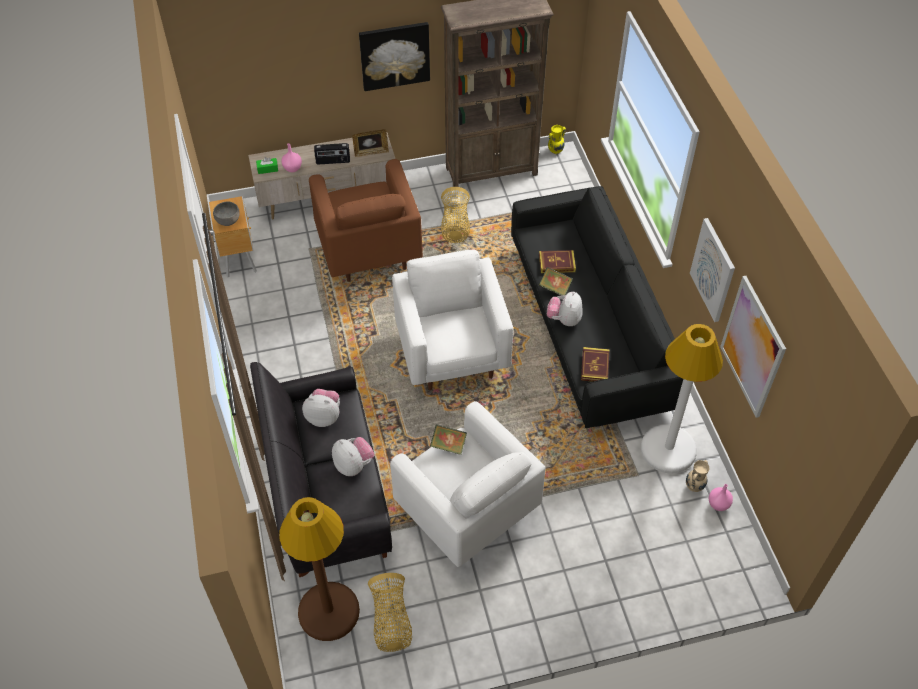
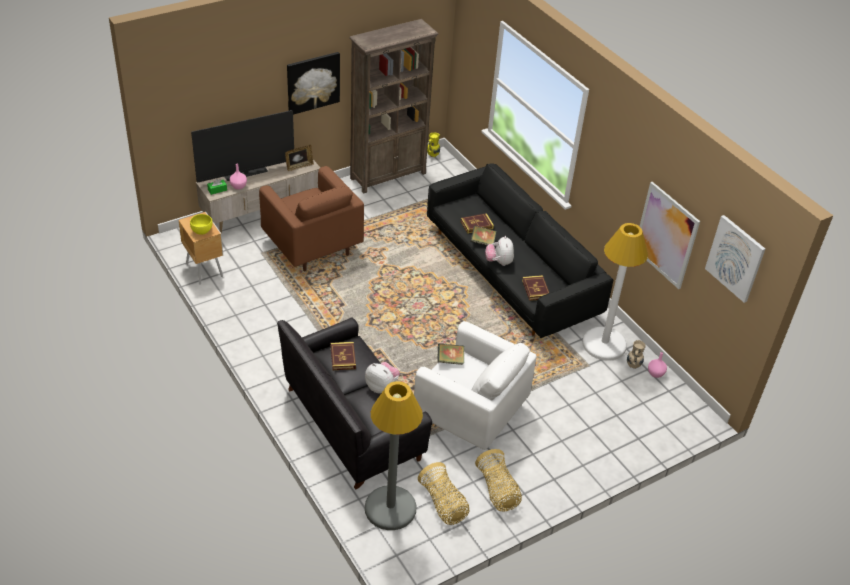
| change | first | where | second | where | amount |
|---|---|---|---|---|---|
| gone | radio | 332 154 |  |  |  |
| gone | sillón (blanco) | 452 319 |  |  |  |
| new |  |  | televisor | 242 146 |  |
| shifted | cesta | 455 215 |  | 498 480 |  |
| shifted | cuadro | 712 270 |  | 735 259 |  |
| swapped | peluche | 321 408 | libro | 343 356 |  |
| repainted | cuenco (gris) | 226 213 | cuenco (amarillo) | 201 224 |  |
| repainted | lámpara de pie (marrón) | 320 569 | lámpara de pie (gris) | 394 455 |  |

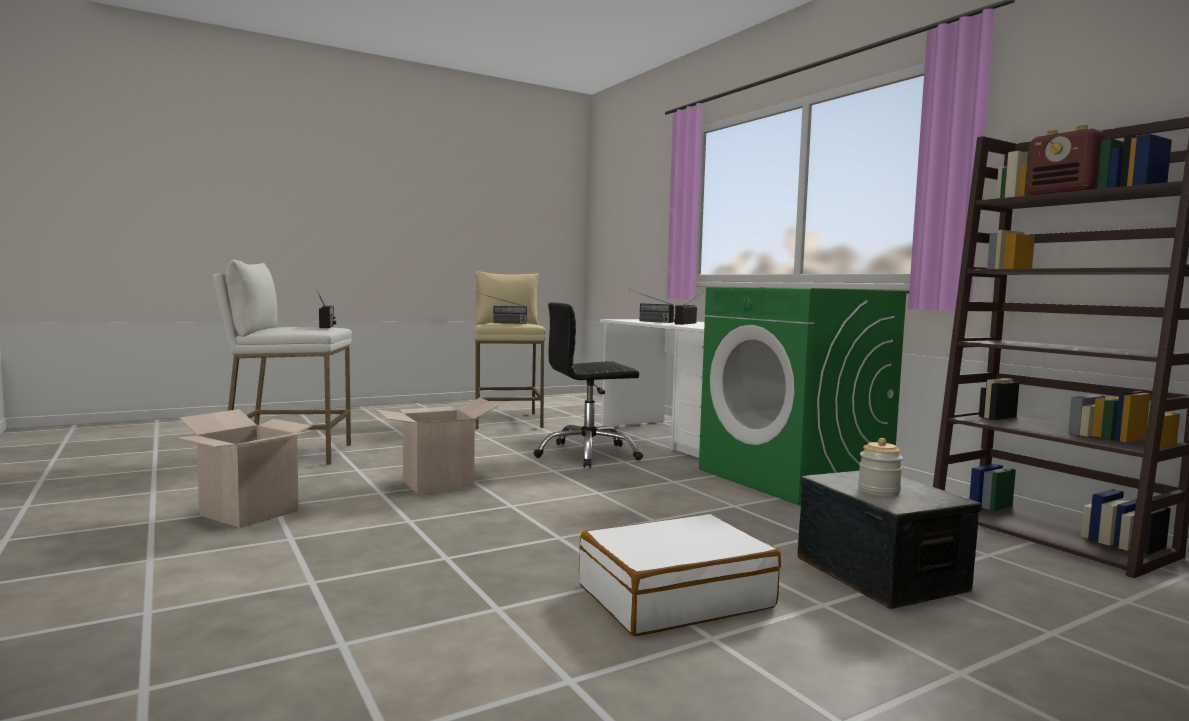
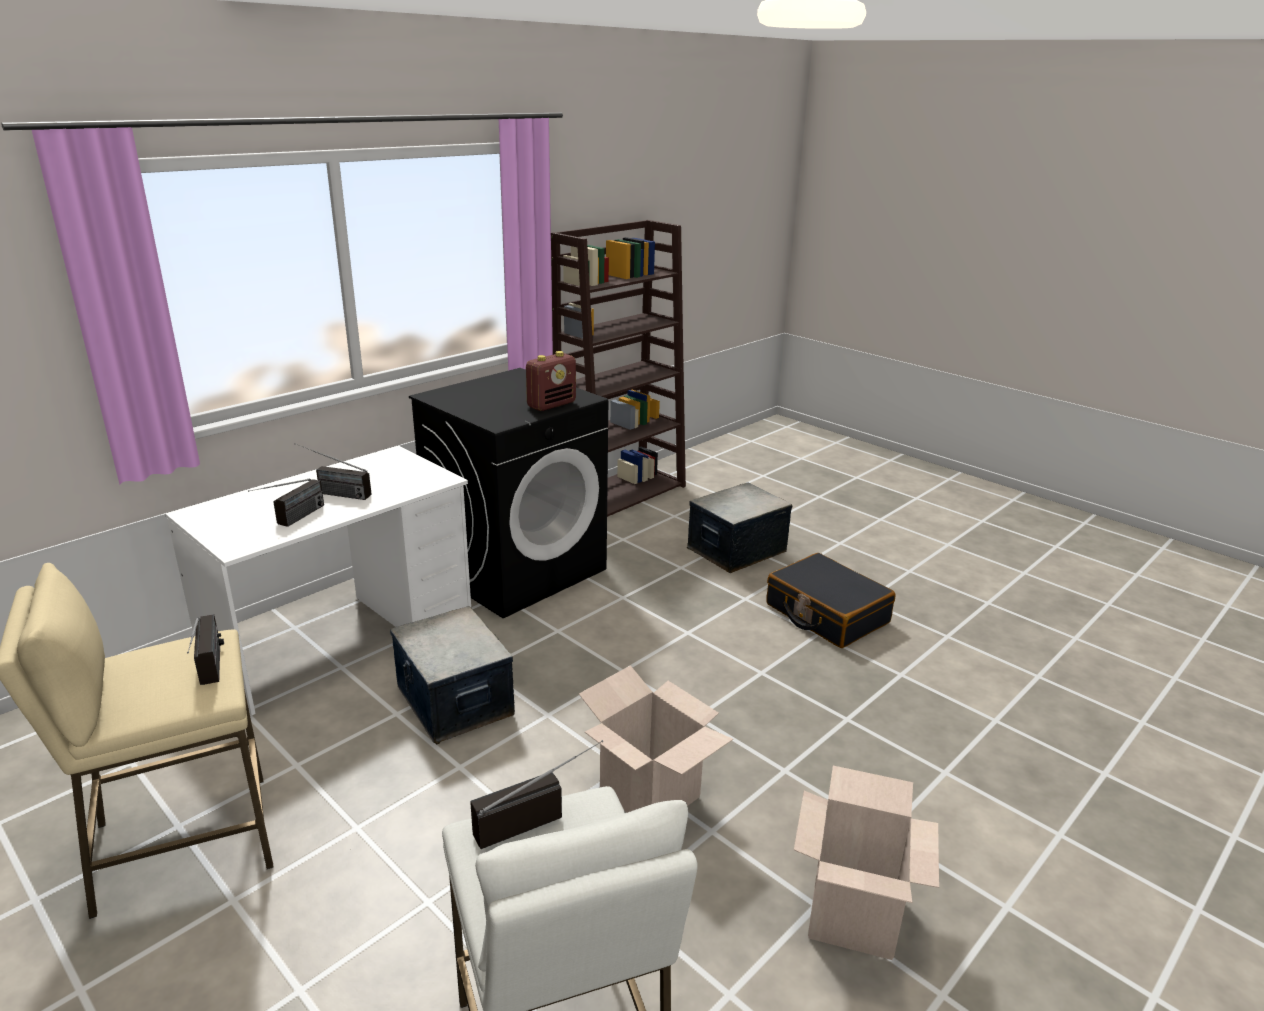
| change | first | where | second | where | amount |
|---|---|---|---|---|---|
| gone | tarro | 880 467 |  |  |  |
| shifted | radio | 1065 160 |  | 551 381 |  |
| swapped | silla de oficina (negro) | 588 385 | caja de almacenaje | 452 675 |  |
| repainted | maleta (blanco) | 680 575 | maleta (negro) | 830 600 |  |
| repainted | lavadora (verde) | 804 396 | lavadora (negro) | 508 493 |  |

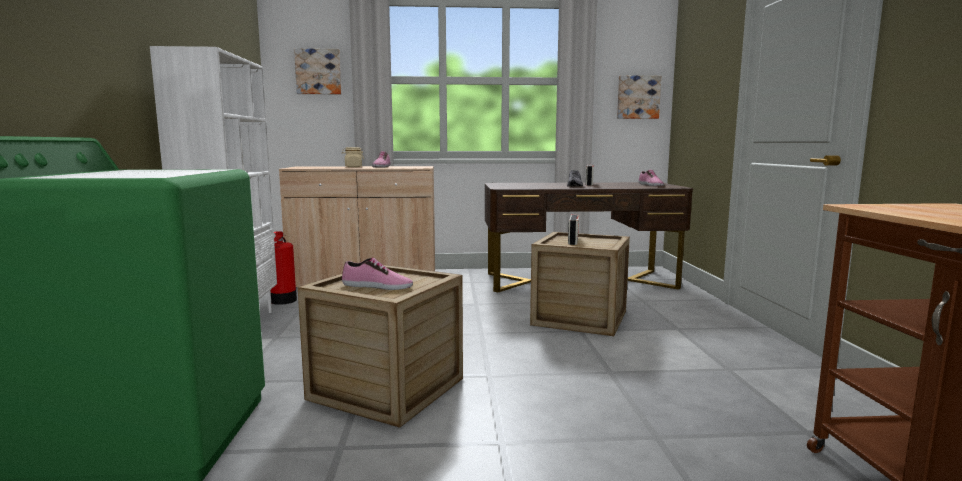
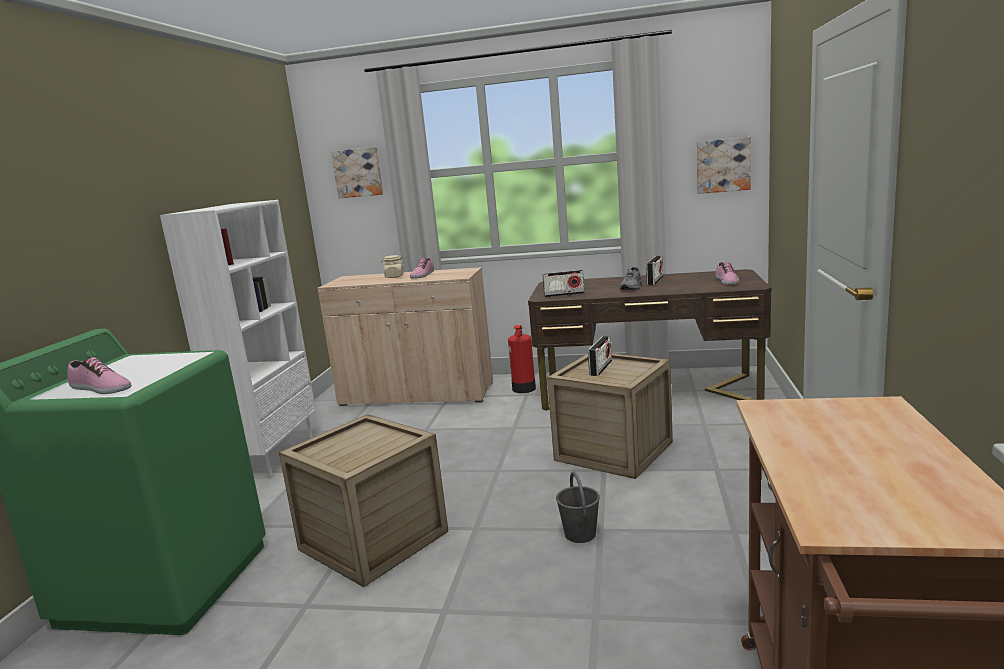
| change | first | where | second | where | amount |
|---|---|---|---|---|---|
| new |  |  | radio | 564 283 |  |
| new |  |  | cubo (gris) | 578 507 |  |
| shifted | extintor | 284 268 |  | 522 359 |  |
| shifted | zapato | 377 274 |  | 99 375 |  |

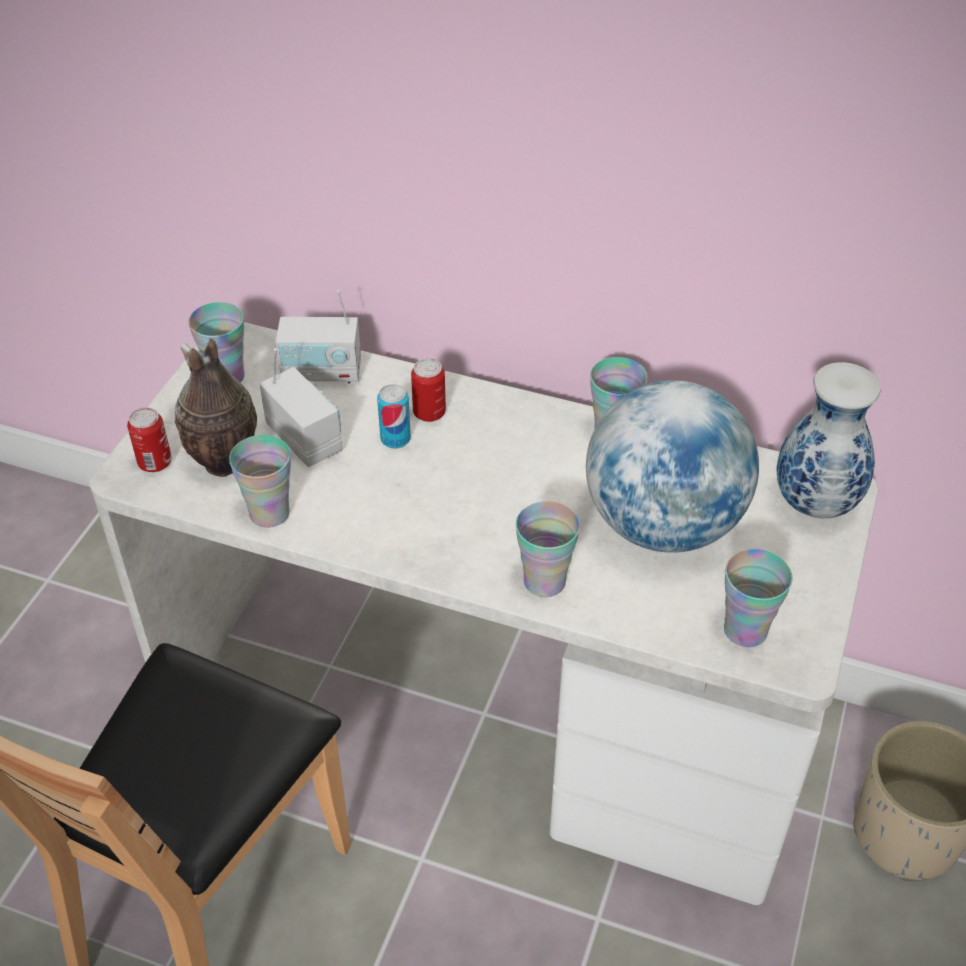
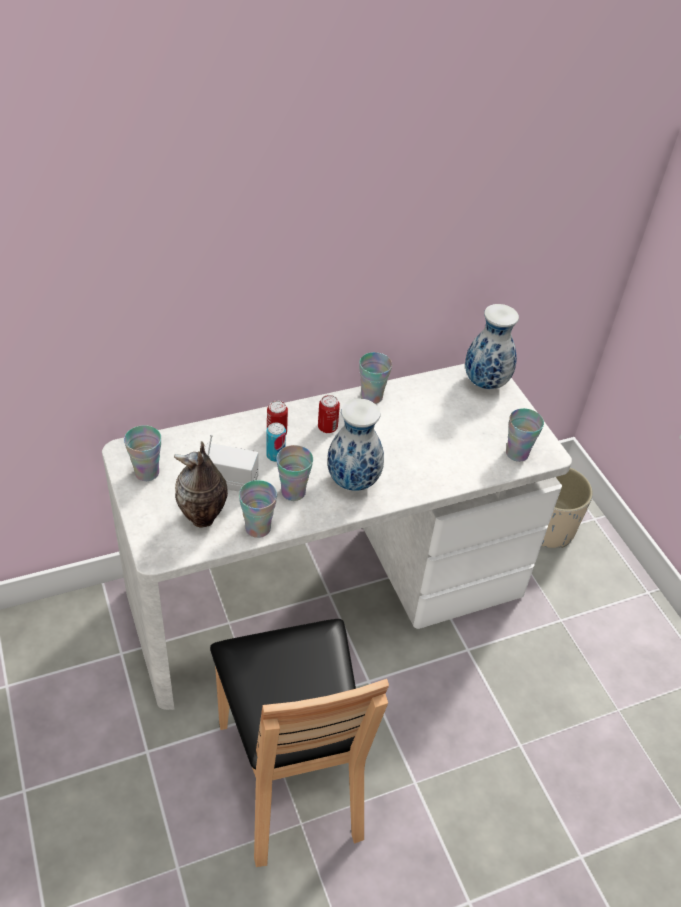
| change | first | where | second | where | amount |
|---|---|---|---|---|---|
| gone | radio | 318 336 |  |  |  |
| gone | globo terráqueo | 672 466 |  |  |  |
| new |  |  | florero | 355 445 |  |
| shifted | lata | 149 439 |  | 329 414 |  |
| shifted | taza | 548 549 |  | 294 473 |  |

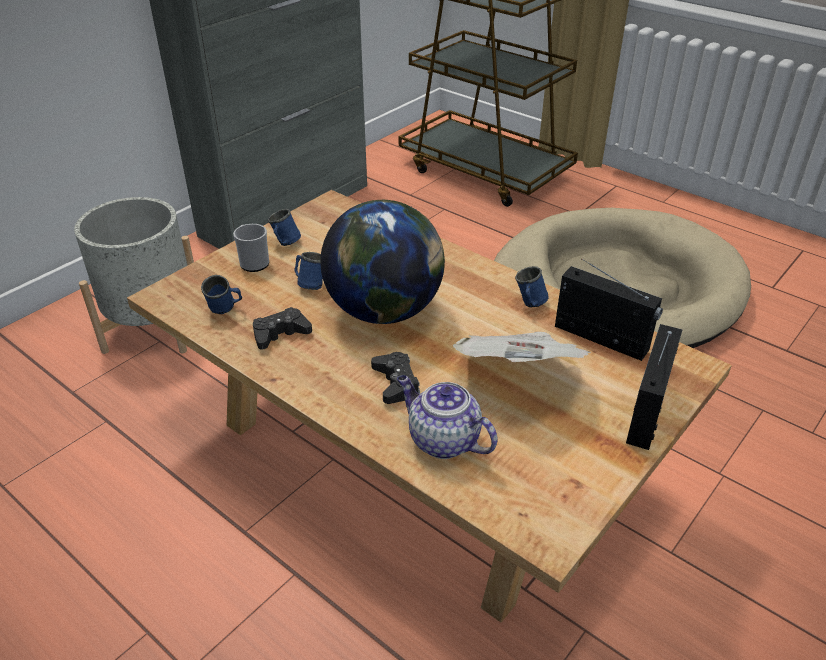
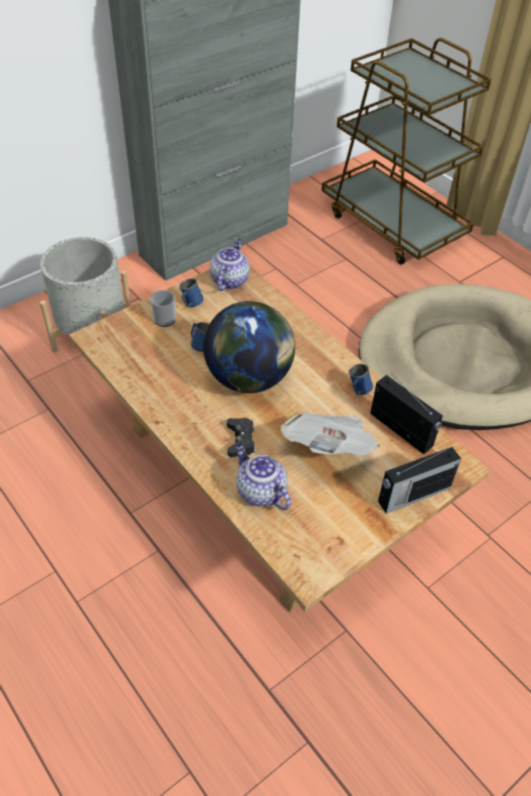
| change | first | where | second | where | amount |
|---|---|---|---|---|---|
| gone | taza grande (azul) | 221 294 |  |  |  |
| gone | mando de consola (negro) | 282 328 |  |  |  |
| new |  |  | tetera | 230 265 |  |
| rotated | radio | 654 387 |  | 419 480 | 150 degrees counterclockwise |

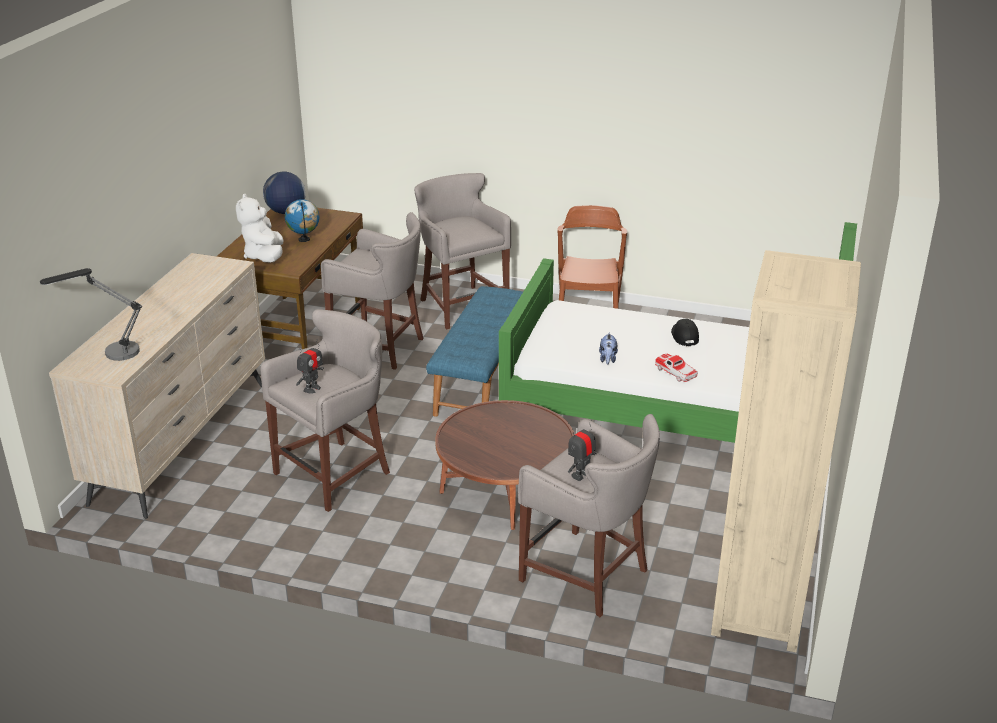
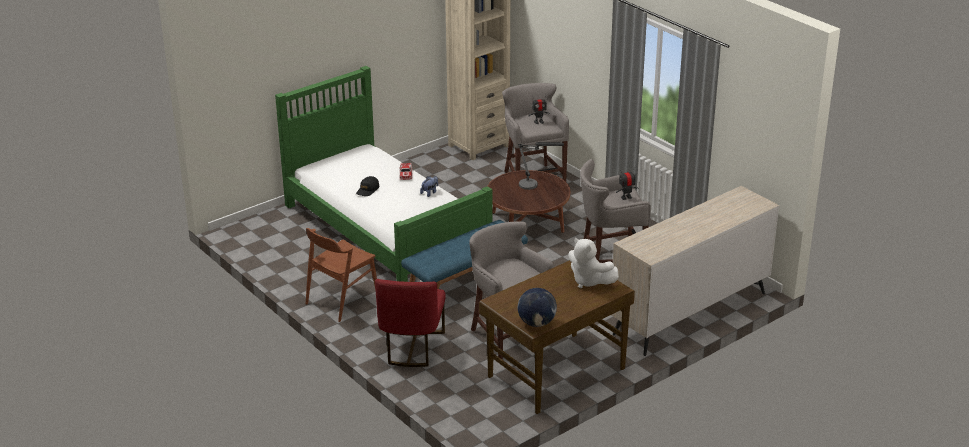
| change | first | where | second | where | amount |
|---|---|---|---|---|---|
| gone | globo terráqueo | 302 220 |  |  |  |
| shifted | lámpara de mesa | 91 314 |  | 541 166 |  |
| swapped | taburete (gris) | 462 251 | silla (rojo) | 410 323 |  |
| rotated | peluche (blanco) | 260 228 |  | 593 263 | 105 degrees clockwise |

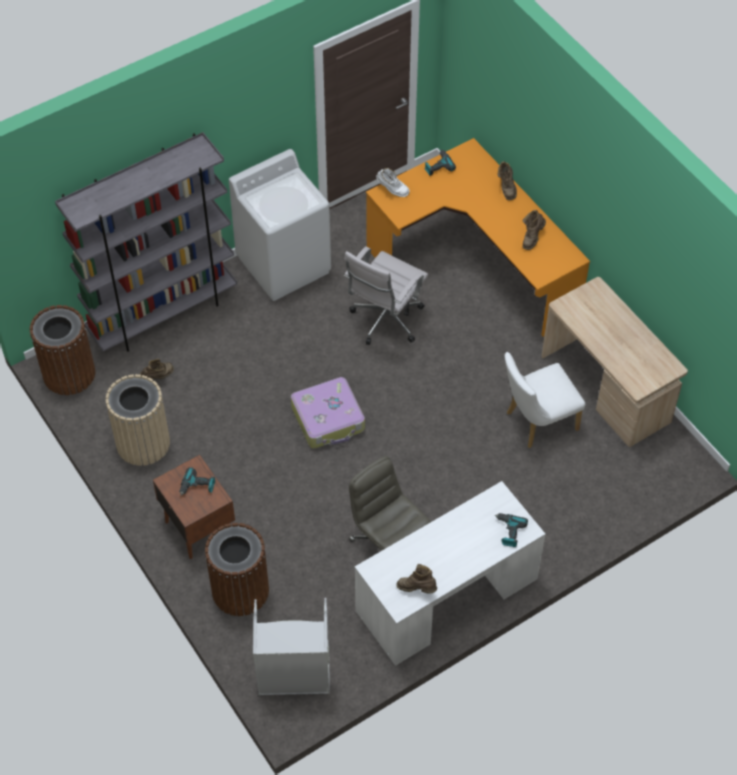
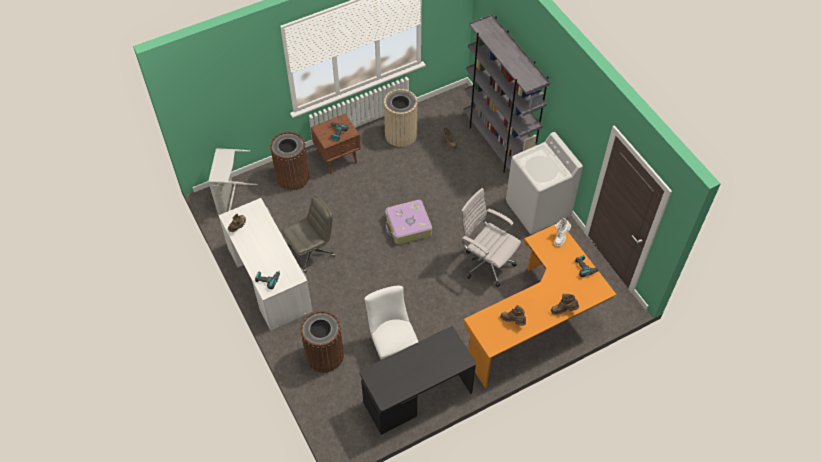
| change | first | where | second | where | amount |
|---|---|---|---|---|---|
| shifted | papelera (marrón) | 62 350 |  | 322 342 |  |
| repainted | escritorio (beis) | 614 362 | escritorio (negro) | 417 381 |  |

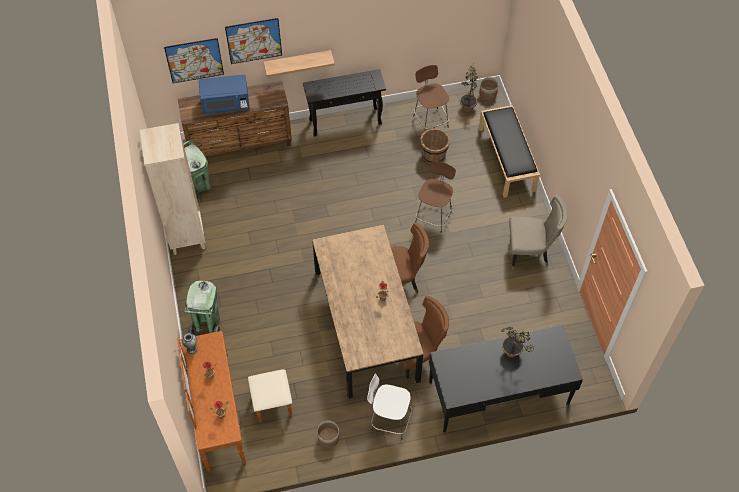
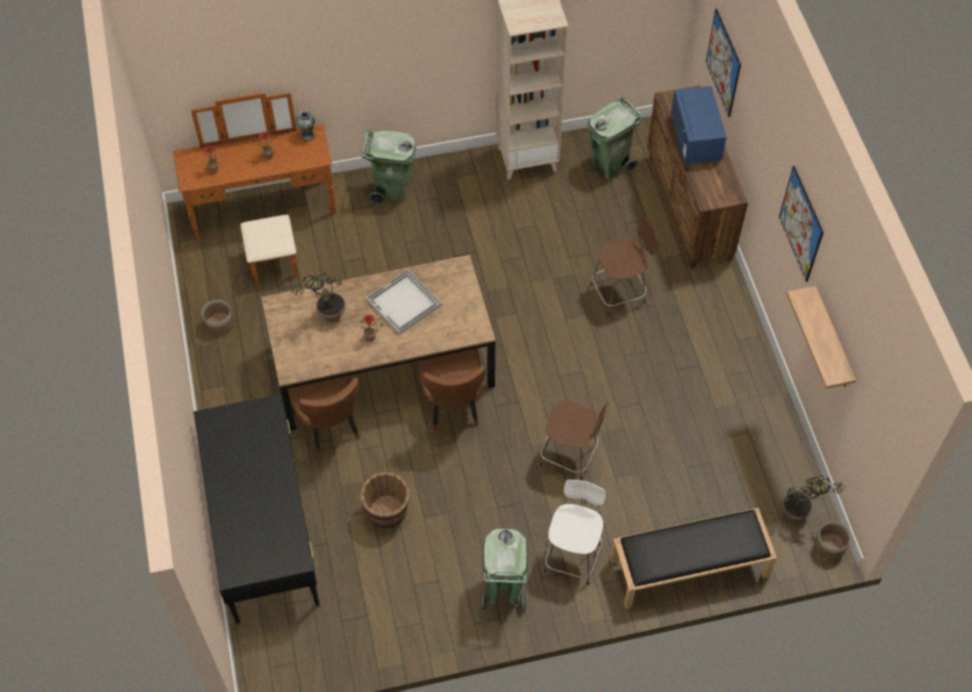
| change | first | where | second | where | amount |
|---|---|---|---|---|---|
| gone | mesa consola (negro) | 344 102 |  |  |  |
| new |  |  | bandeja (blanco) | 404 302 |  |
| shifted | cuadro | 253 41 |  | 801 224 |  |
| shifted | estante | 299 63 |  | 821 337 |  |
| shifted | taburete (blanco) | 389 406 |  | 575 532 |  |
| shifted | taburete (marrón) | 431 98 |  | 625 266 |  |
| shifted | cubo (marrón) | 435 146 |  | 385 500 |  |
| shifted | planta en maceta | 517 342 |  | 317 297 |  |
| swapped | silla (beis) | 538 232 | papelera (verde) | 504 570 |  |

